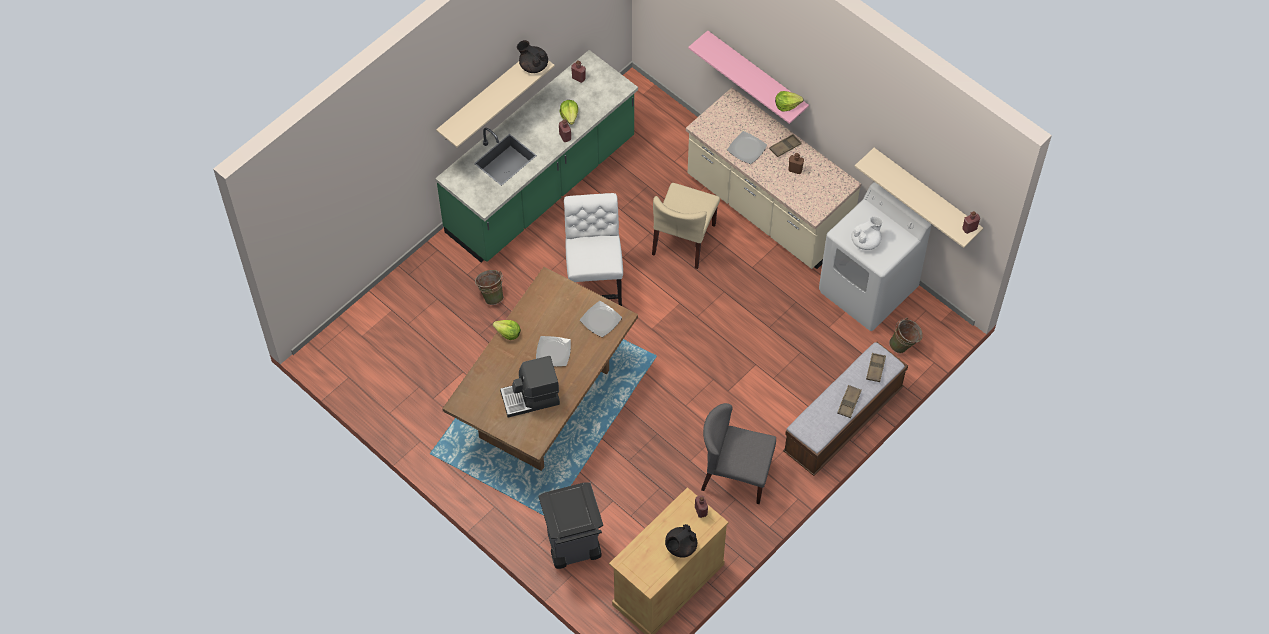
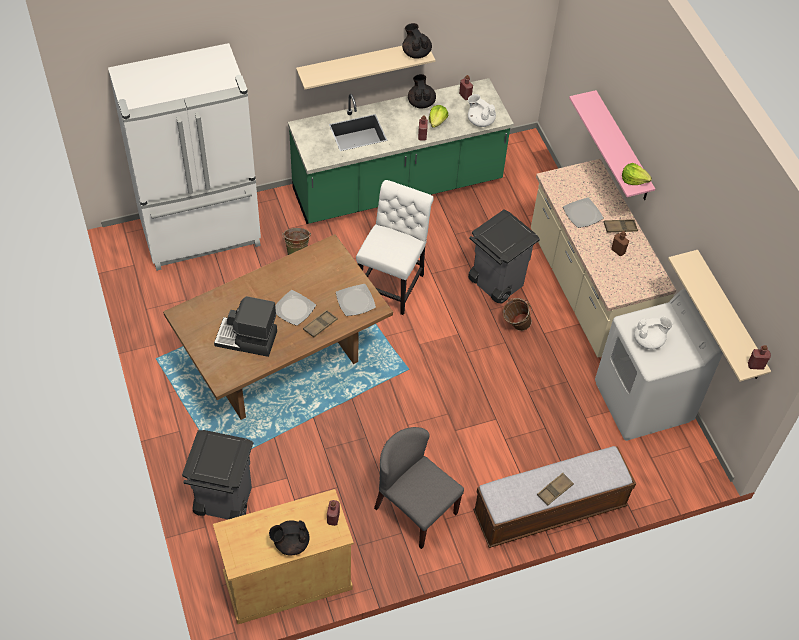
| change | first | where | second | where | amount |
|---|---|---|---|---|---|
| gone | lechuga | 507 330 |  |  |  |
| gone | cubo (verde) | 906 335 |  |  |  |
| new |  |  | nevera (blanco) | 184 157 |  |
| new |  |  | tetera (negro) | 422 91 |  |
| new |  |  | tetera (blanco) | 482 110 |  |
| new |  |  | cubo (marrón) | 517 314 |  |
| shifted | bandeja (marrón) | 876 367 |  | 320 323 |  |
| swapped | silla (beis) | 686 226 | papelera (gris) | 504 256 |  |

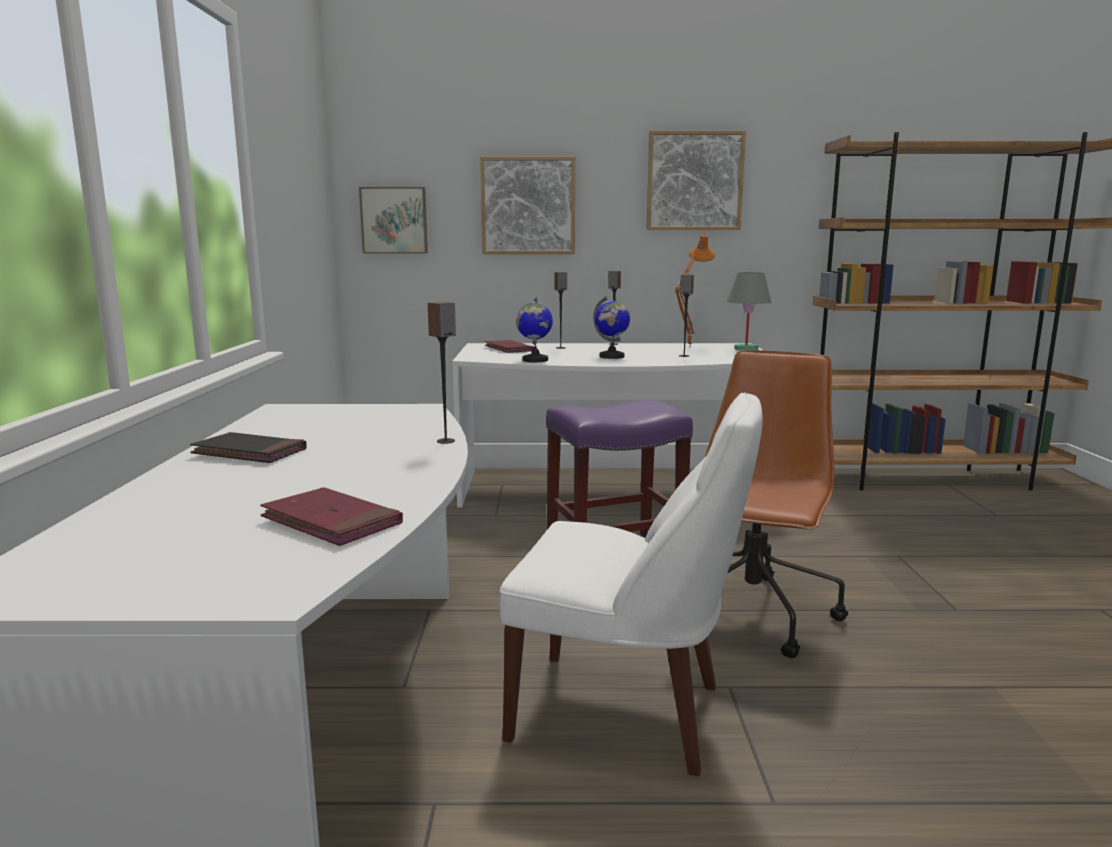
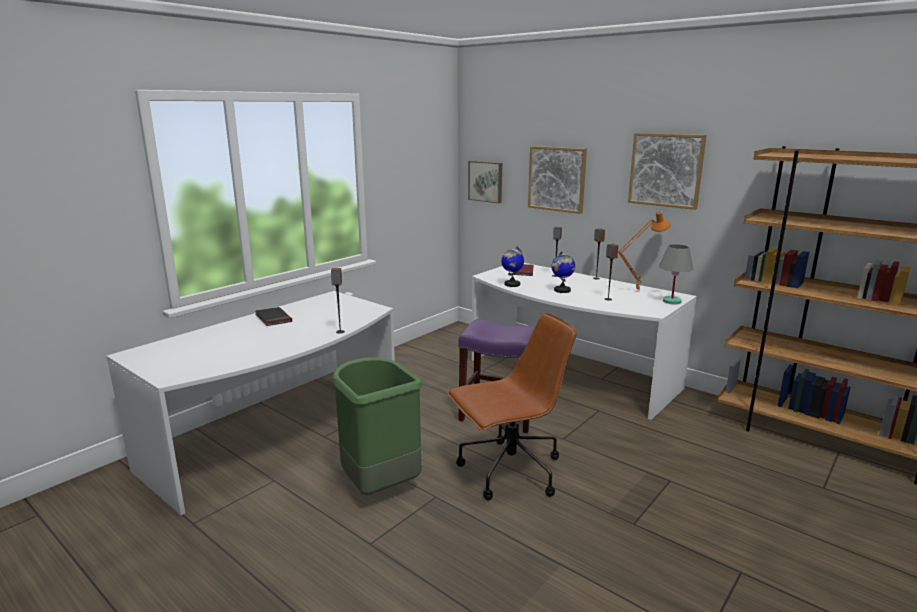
| change | first | where | second | where | amount |
|---|---|---|---|---|---|
| gone | libro (rojo) | 331 516 |  |  |  |
| swapped | silla (blanco) | 631 584 | papelera (verde) | 377 426 |  |

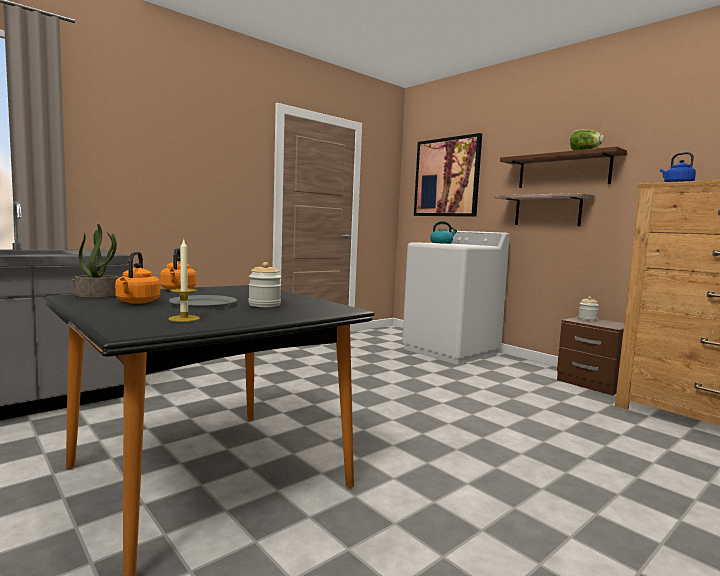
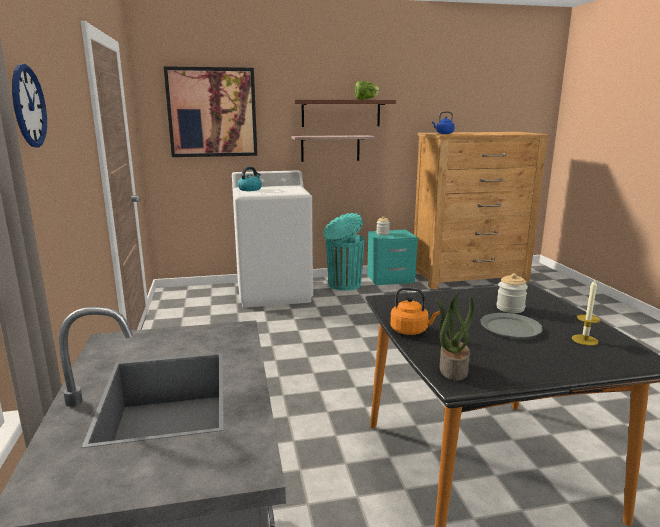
| change | first | where | second | where | amount |
|---|---|---|---|---|---|
| gone | hervidor (naranja) | 137 277 |  |  |  |
| new |  |  | reloj de pared | 29 105 |  |
| new |  |  | papelera (turquesa) | 344 252 |  |
| repainted | mesita de noche (marrón) | 590 356 | mesita de noche (turquesa) | 392 257 |  |

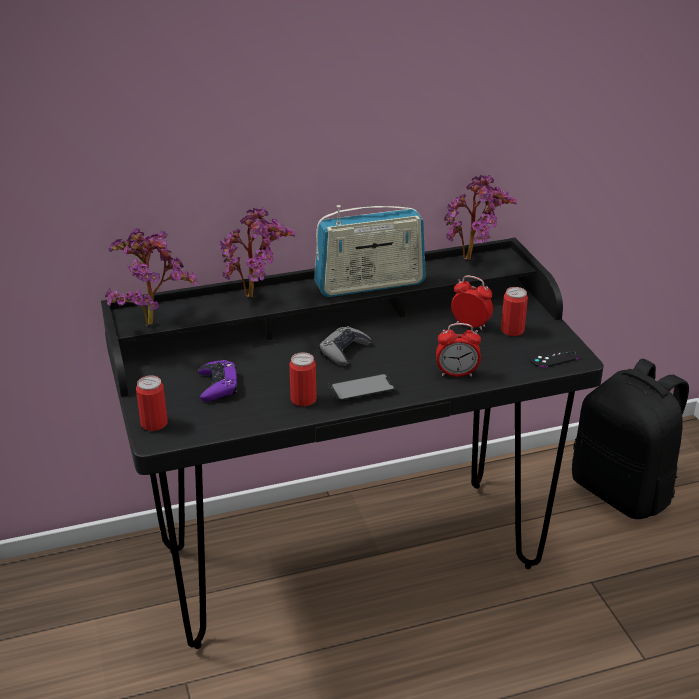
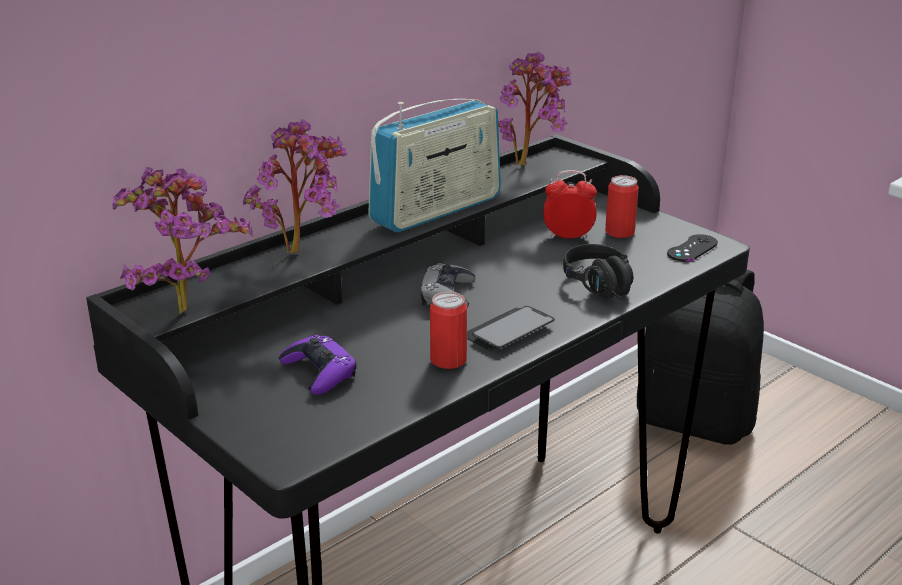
| change | first | where | second | where | amount |
|---|---|---|---|---|---|
| gone | lata | 152 403 |  |  |  |
| swapped | despertador | 458 350 | auriculares (negro) | 598 271 |  |

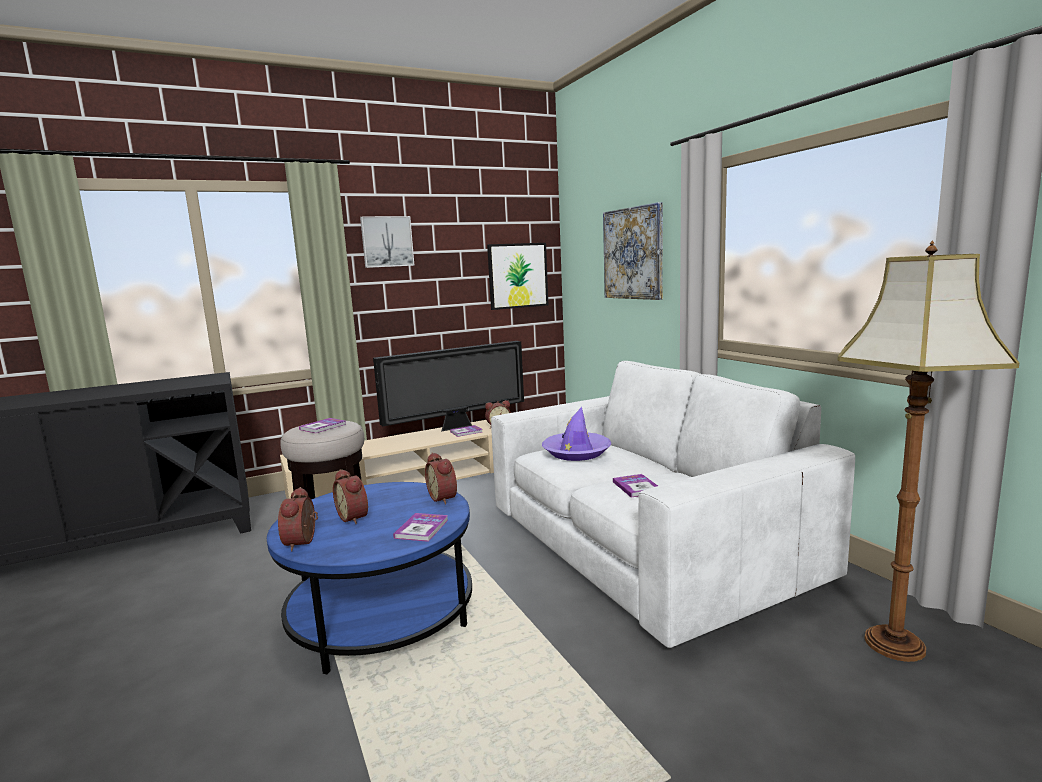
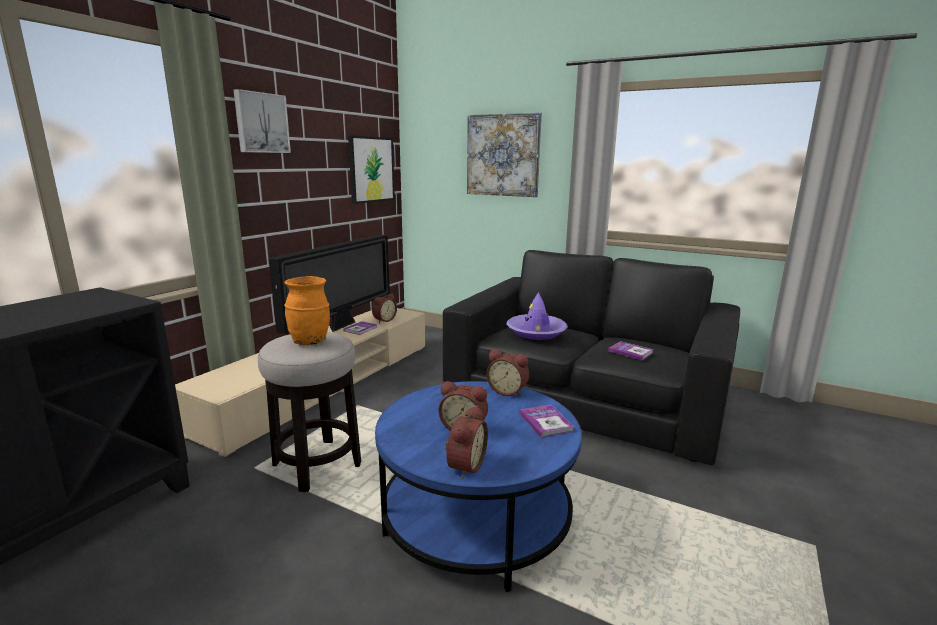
| change | first | where | second | where | amount |
|---|---|---|---|---|---|
| gone | lámpara de pie | 928 451 |  |  |  |
| swapped | libro | 322 425 | florero (naranja) | 307 310 |  |
| repainted | sofá (blanco) | 673 504 | sofá (negro) | 591 357 |  |
| rotated | despertador | 298 519 |  | 466 442 | 120 degrees counterclockwise |

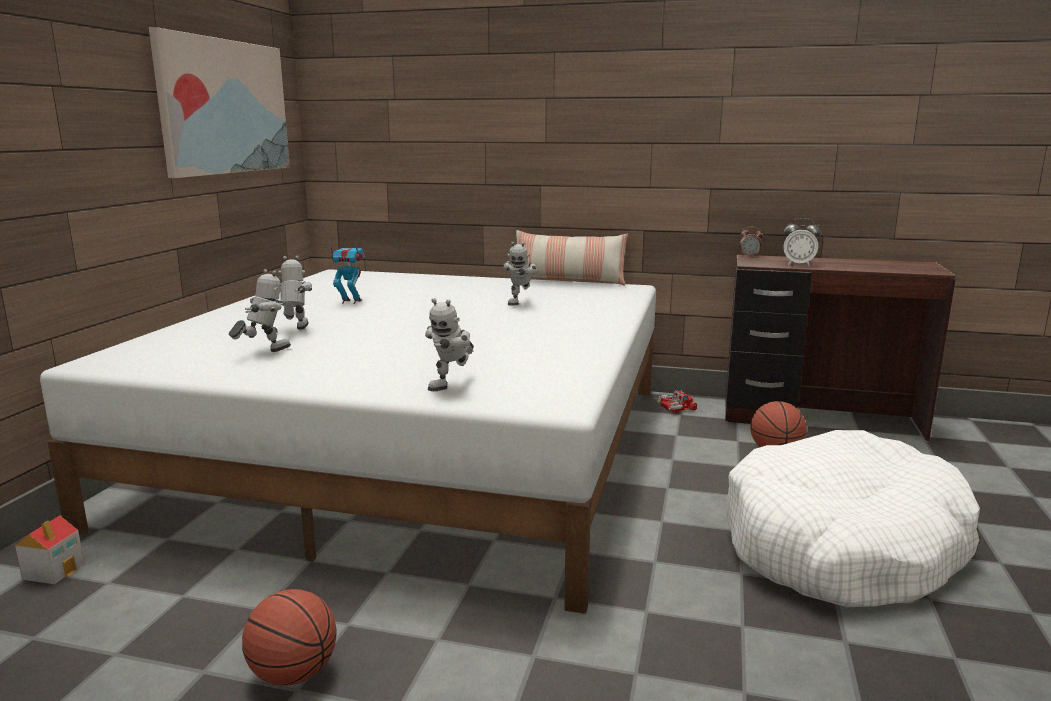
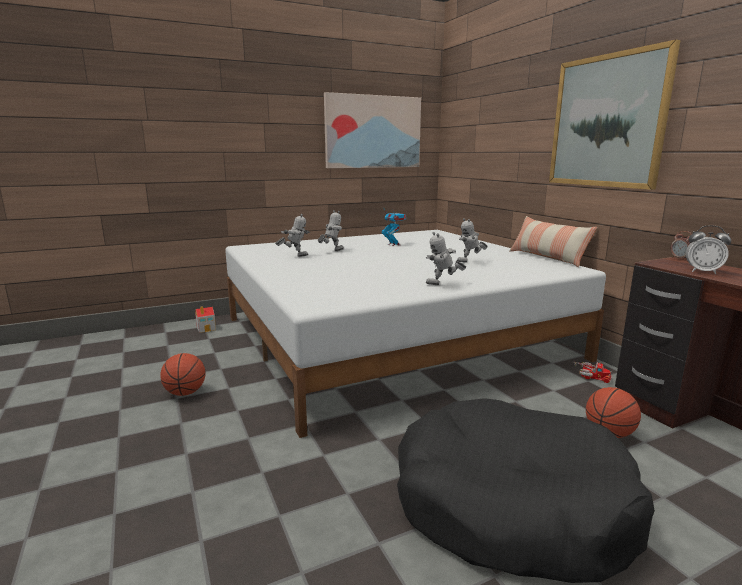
| change | first | where | second | where | amount |
|---|---|---|---|---|---|
| new |  |  | cuadro | 614 115 |  |
| shifted | robot de juguete | 449 344 |  | 446 258 |  |
| repainted | cama para perro (blanco) | 853 518 | cama para perro (negro) | 526 490 |  |
| rotated | despertador | 802 242 |  | 708 249 | 45 degrees counterclockwise |

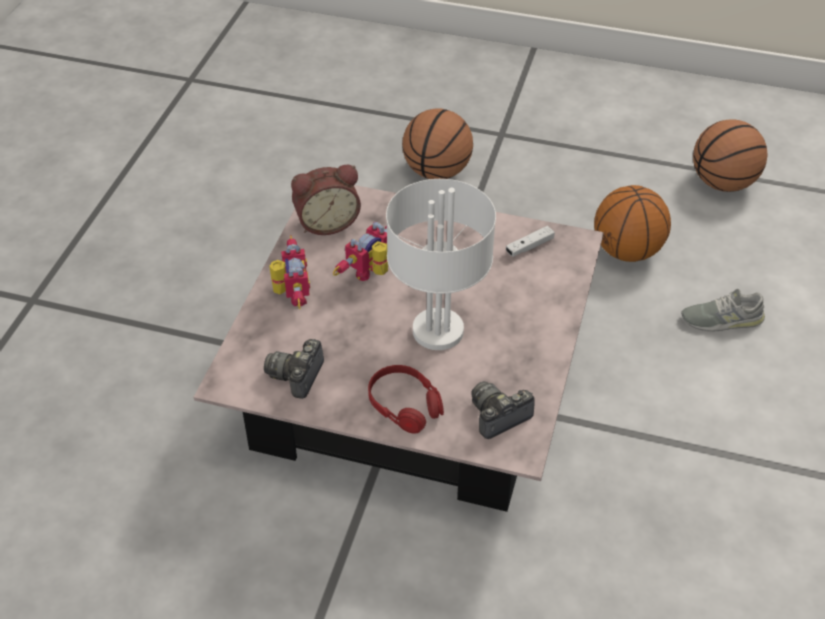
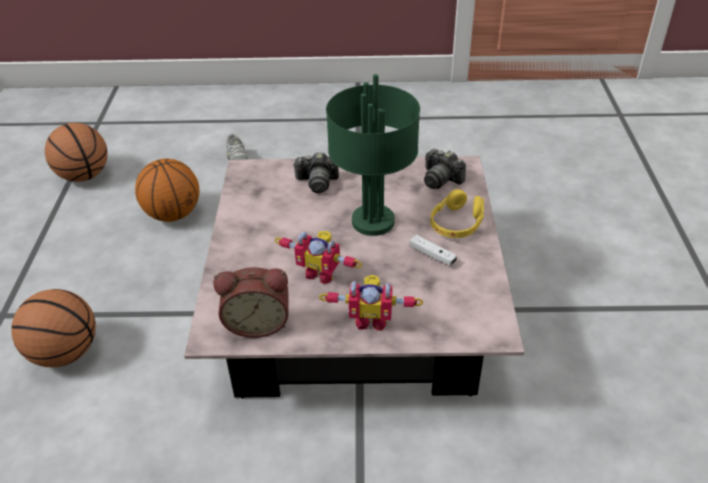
| change | first | where | second | where | amount |
|---|---|---|---|---|---|
| shifted | cámara | 294 369 |  | 316 172 |  |
| shifted | mando de consola (blanco) | 530 241 |  | 433 250 |  |
| repainted | auriculares (rojo) | 406 399 | auriculares (amarillo) | 457 213 |  |
| repainted | lámpara de mesa (blanco) | 441 264 | lámpara de mesa (verde) | 373 155 |  |
| rotated | robot de juguete | 289 272 |  | 371 303 | 150 degrees counterclockwise |
| rotated | despertador | 326 200 |  | 250 302 | 120 degrees clockwise |

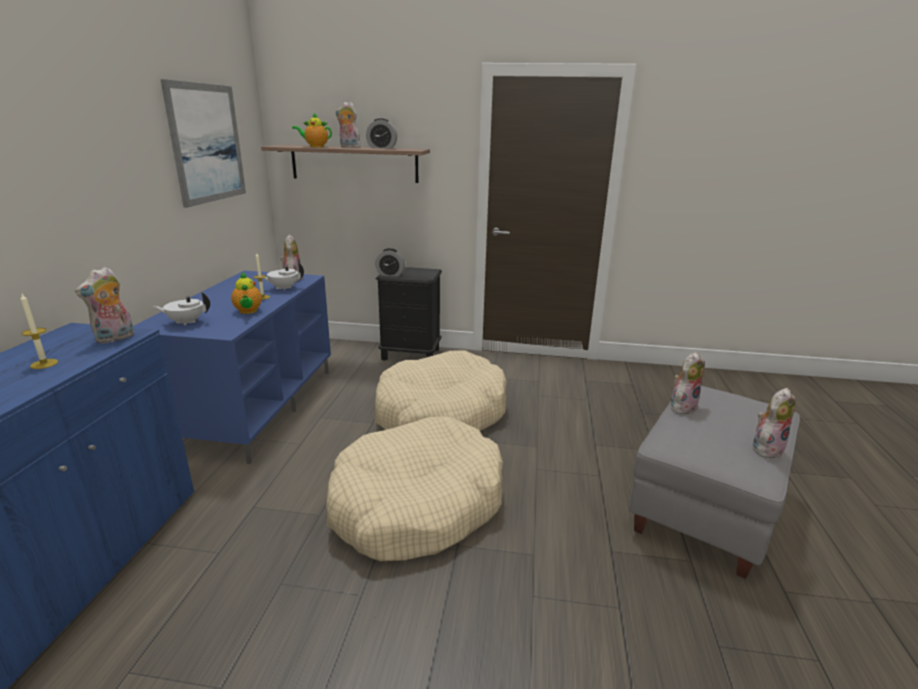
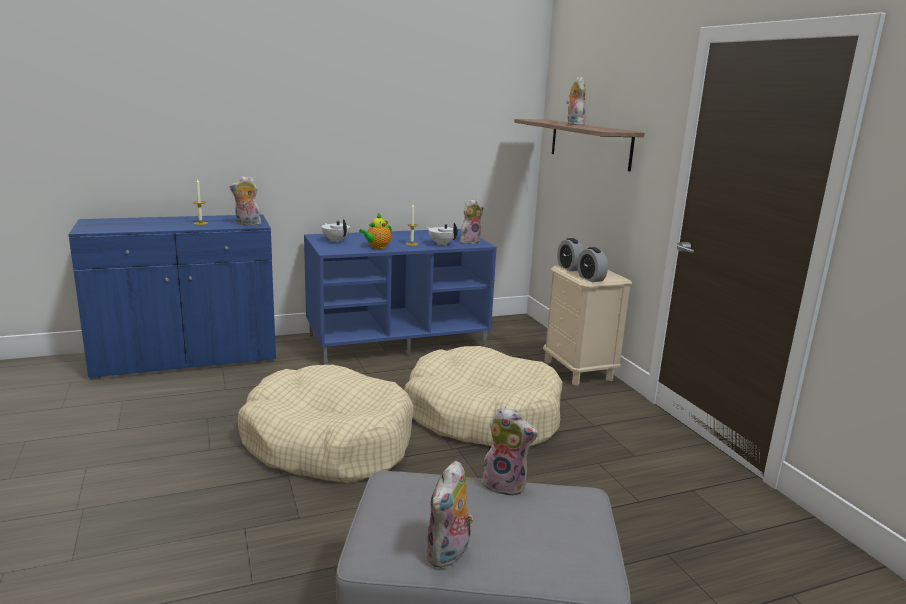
| change | first | where | second | where | amount |
|---|---|---|---|---|---|
| gone | cuadro | 203 143 |  |  |  |
| gone | tetera | 312 130 |  |  |  |
| shifted | despertador | 381 133 |  | 592 264 |  |
| repainted | mesita de noche (negro) | 409 314 | mesita de noche (beis) | 587 325 |  |
| rotated | peluche | 774 423 |  | 449 515 | 90 degrees clockwise |

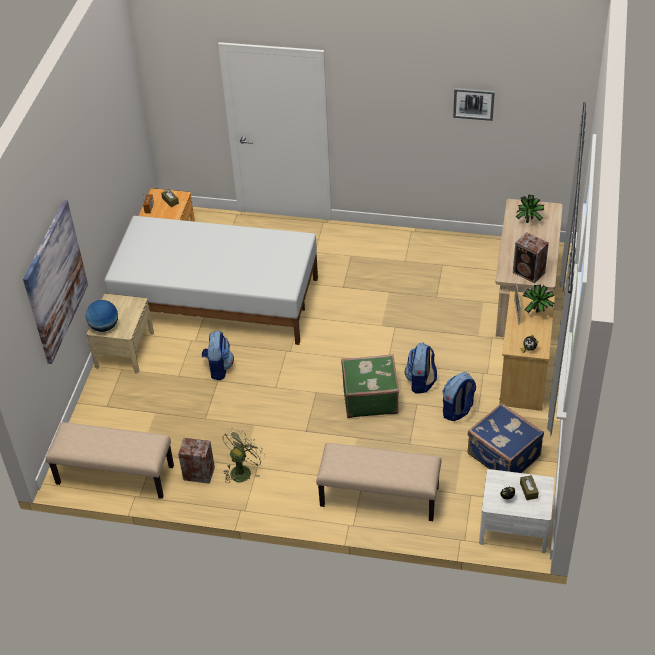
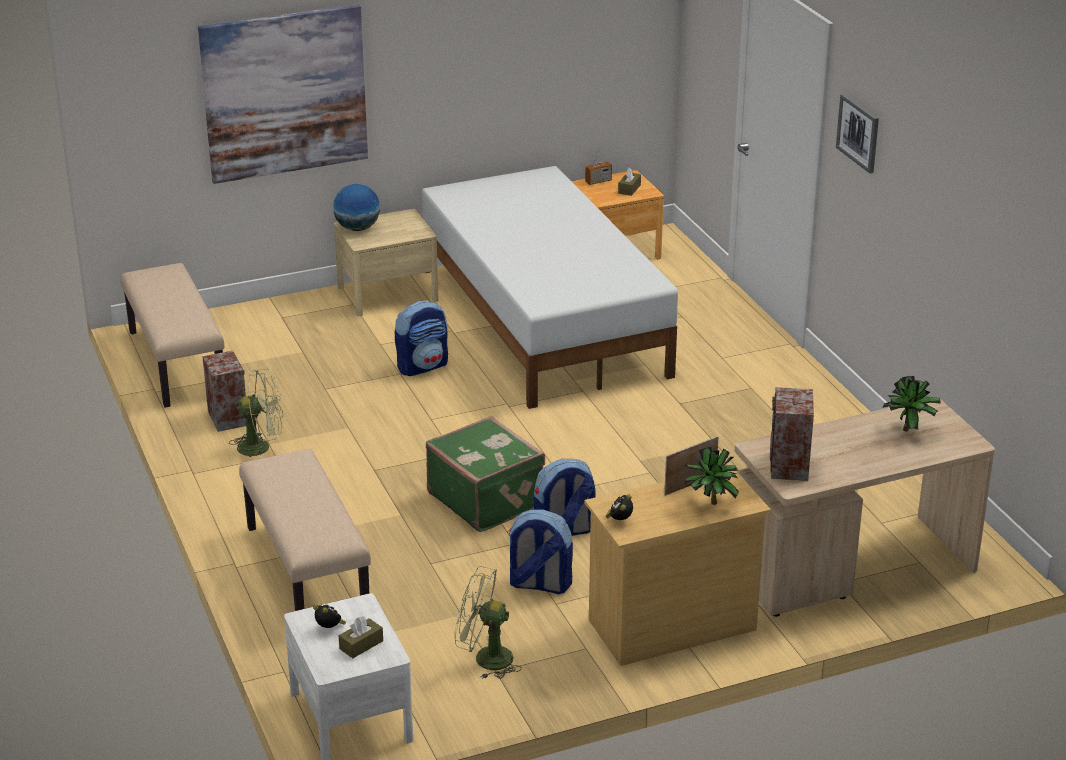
| change | first | where | second | where | amount |
|---|---|---|---|---|---|
| shifted | cuadro | 474 104 |  | 857 133 |  |
| swapped | maleta (azul) | 506 438 | ventilador (verde) | 488 622 |  |

